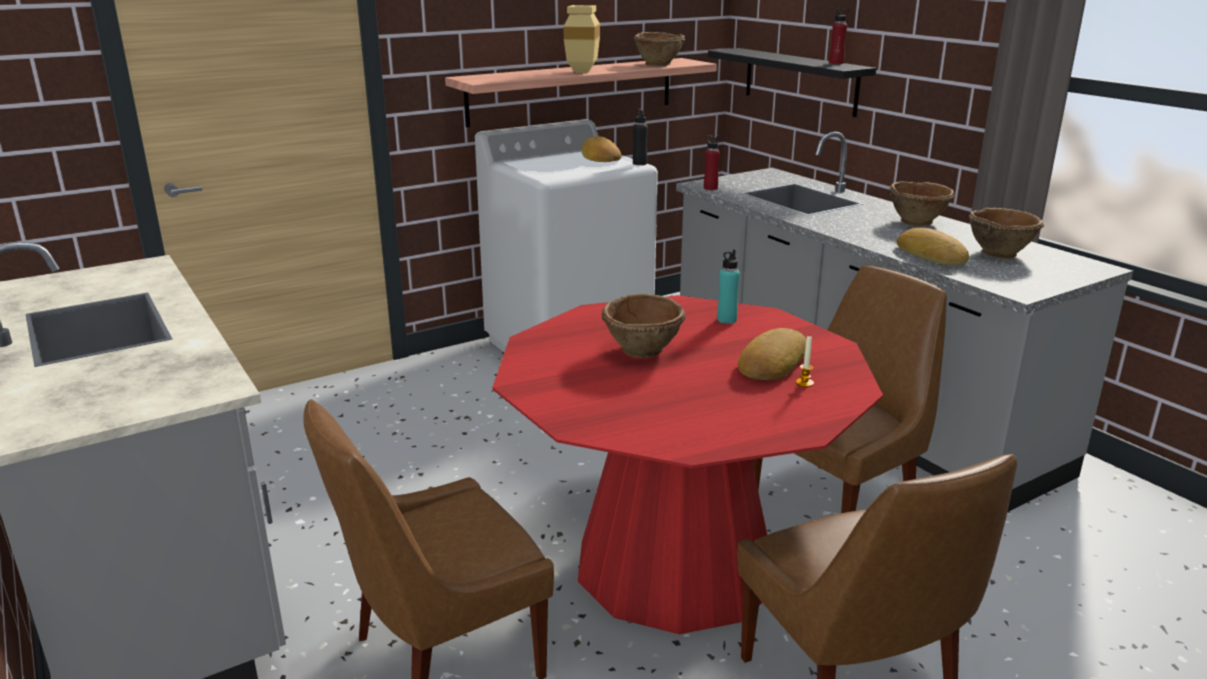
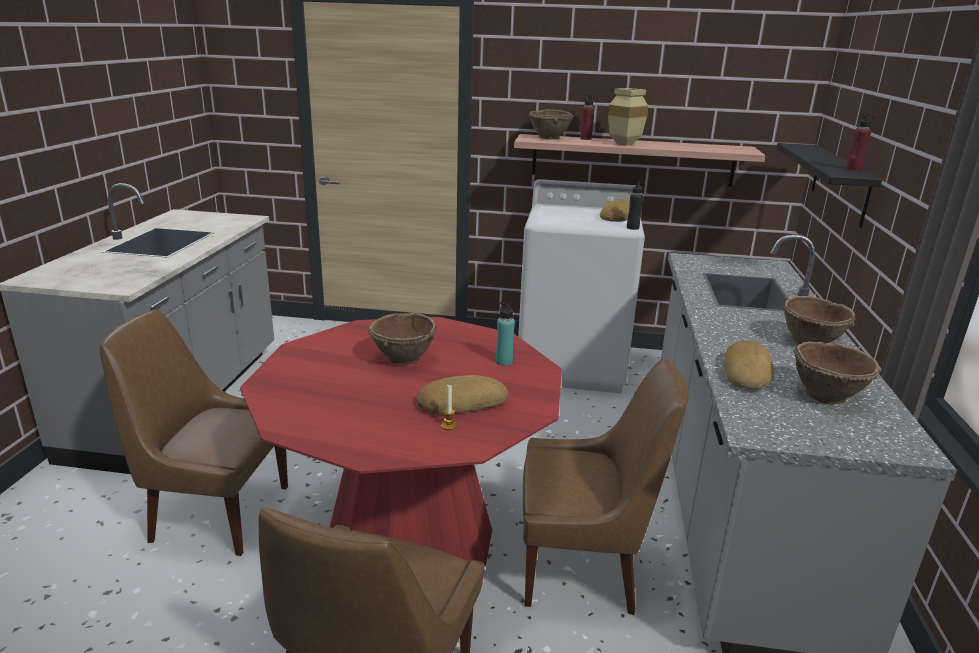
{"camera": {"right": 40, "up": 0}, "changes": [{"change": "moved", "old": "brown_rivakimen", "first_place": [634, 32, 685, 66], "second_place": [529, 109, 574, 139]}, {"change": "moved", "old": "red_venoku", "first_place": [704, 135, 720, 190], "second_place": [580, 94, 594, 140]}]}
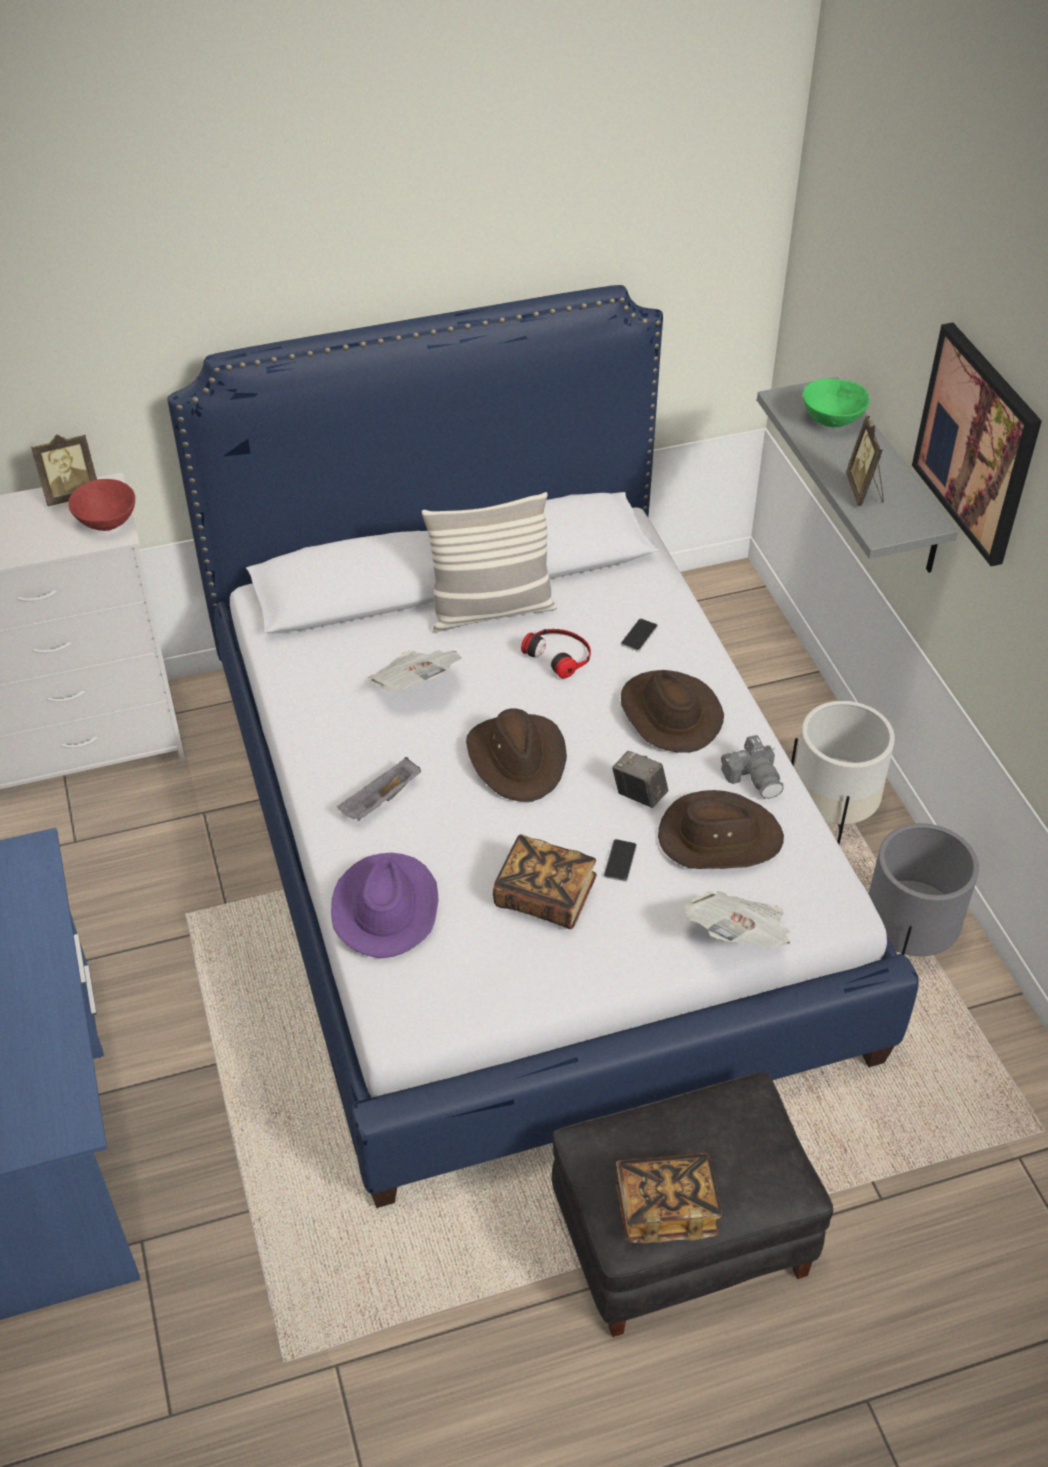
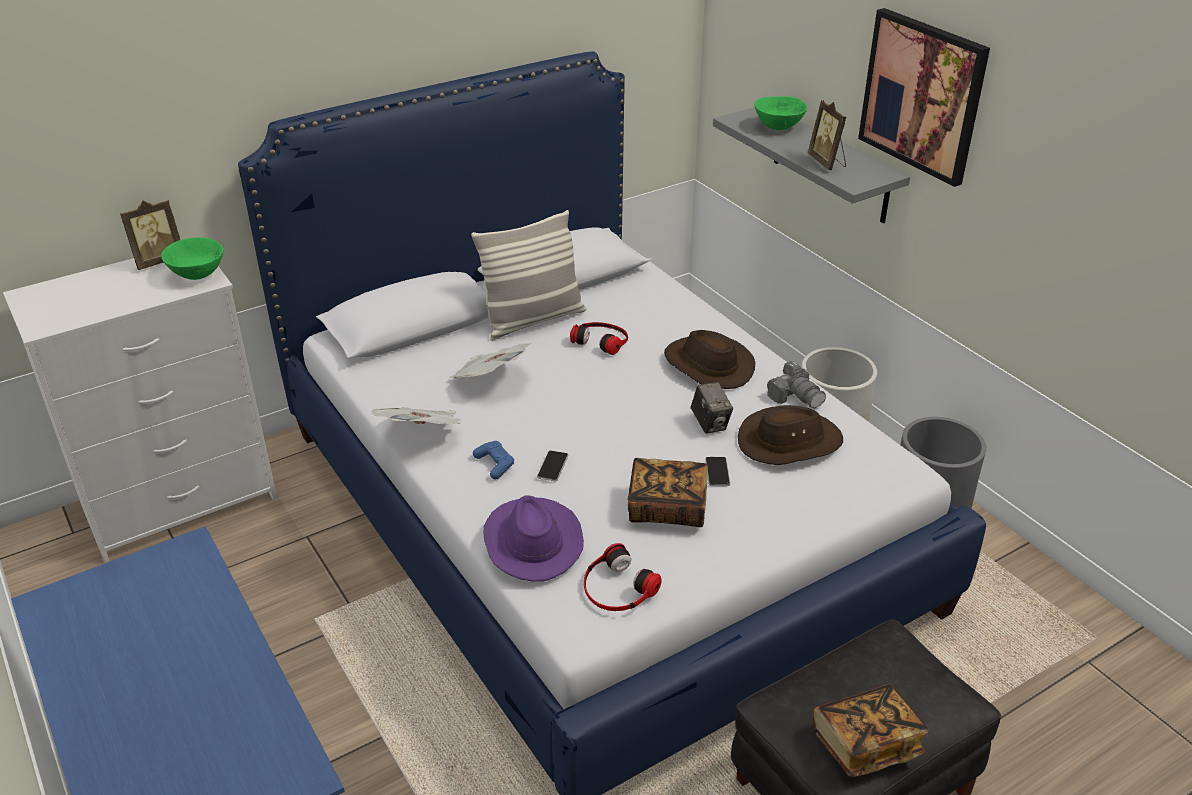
{"camera": {"right": -15, "up": -10}, "changes": [{"change": "recoloured", "old": "red_rivakimen", "new": "green_rivakimen", "first_place": [68, 479, 135, 531], "second_place": [161, 237, 223, 280]}, {"change": "moved", "old": "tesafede", "first_place": [684, 891, 790, 949], "second_place": [372, 407, 461, 424]}, {"change": "replaced", "old": "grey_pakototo", "new": "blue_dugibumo", "first_place": [337, 757, 421, 821], "second_place": [473, 441, 514, 479]}, {"change": "moved", "old": "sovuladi", "first_place": [621, 619, 658, 652], "second_place": [537, 451, 568, 481]}, {"change": "added", "new": "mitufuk", "second_place": [584, 543, 662, 611]}, {"change": "turned", "old": "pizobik", "first_place": [612, 751, 668, 808], "second_place": [691, 382, 733, 434], "degrees": -135}, {"change": "removed", "old": "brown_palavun", "first_place": [466, 708, 567, 802]}]}
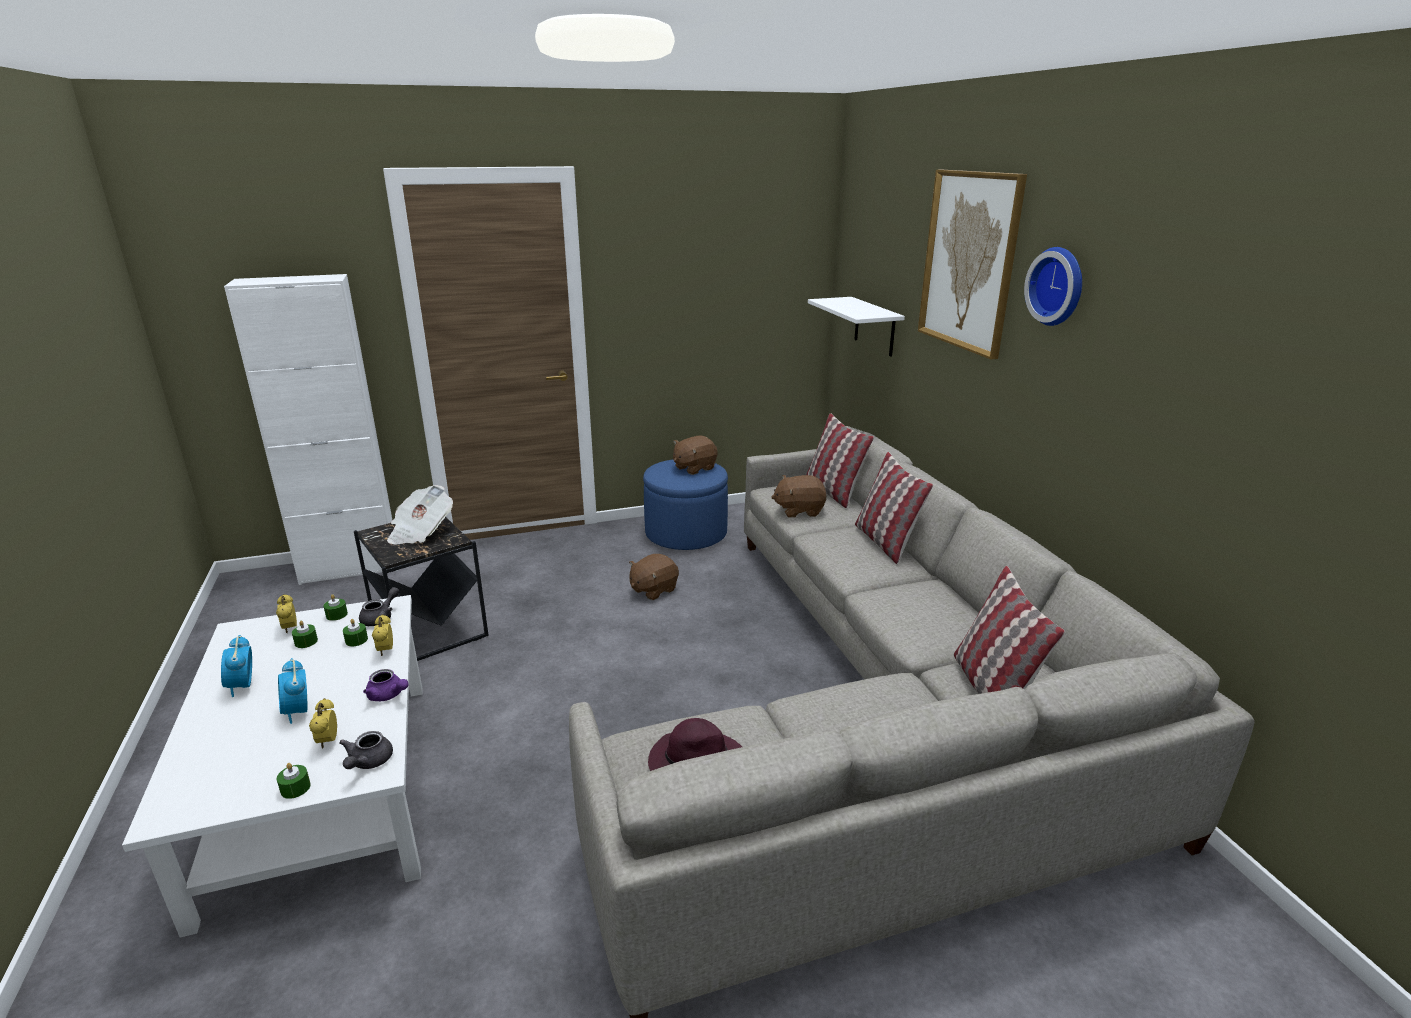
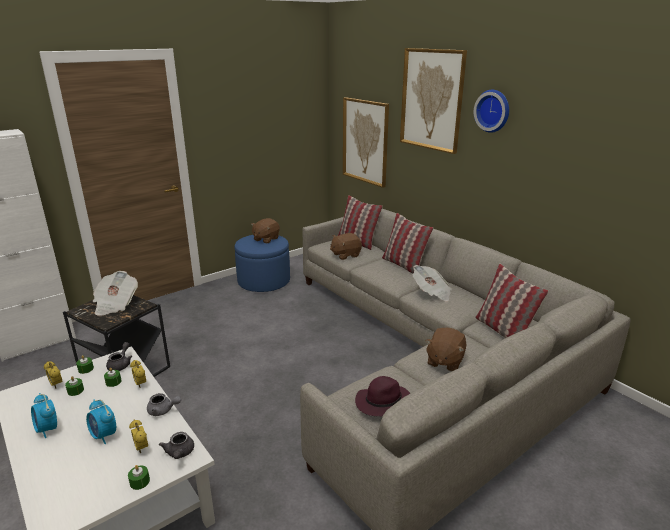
{"camera": {"right": -20, "up": 0}, "changes": [{"change": "recoloured", "old": "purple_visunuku", "new": "grey_visunuku", "first_place": [363, 669, 409, 701], "second_place": [147, 393, 181, 416]}, {"change": "replaced", "old": "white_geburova", "new": "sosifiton", "first_place": [808, 297, 905, 356], "second_place": [343, 97, 389, 188]}, {"change": "added", "new": "tesafede", "second_place": [413, 265, 452, 302]}, {"change": "moved", "old": "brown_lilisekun", "first_place": [629, 554, 679, 600], "second_place": [425, 328, 466, 371]}]}
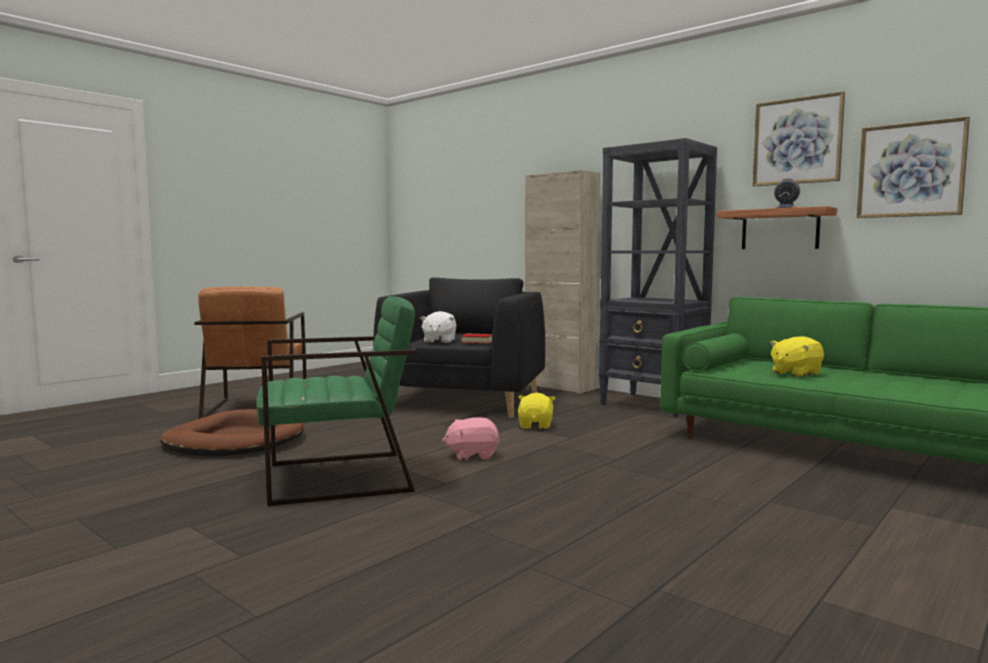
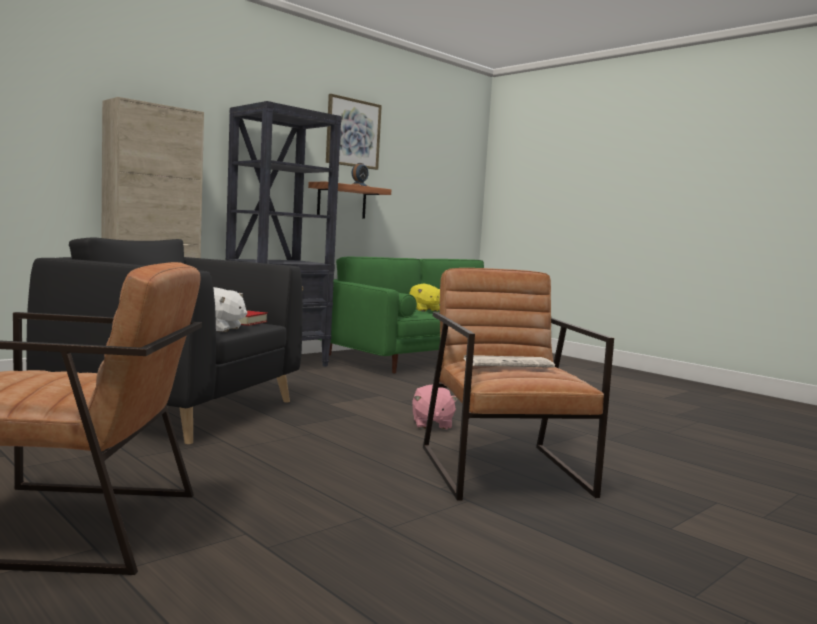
{"camera": {"right": -85, "up": 0}, "changes": [{"change": "recoloured", "old": "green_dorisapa", "new": "brown_dorisapa", "first_place": [256, 296, 417, 506], "second_place": [423, 268, 614, 501]}, {"change": "added", "new": "tesafede", "second_place": [464, 355, 555, 368]}, {"change": "removed", "old": "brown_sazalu", "first_place": [160, 409, 304, 456]}, {"change": "removed", "old": "yellow_lilisekun", "first_place": [518, 393, 555, 429]}, {"change": "removed", "old": "sosifiton", "first_place": [857, 116, 970, 218]}]}
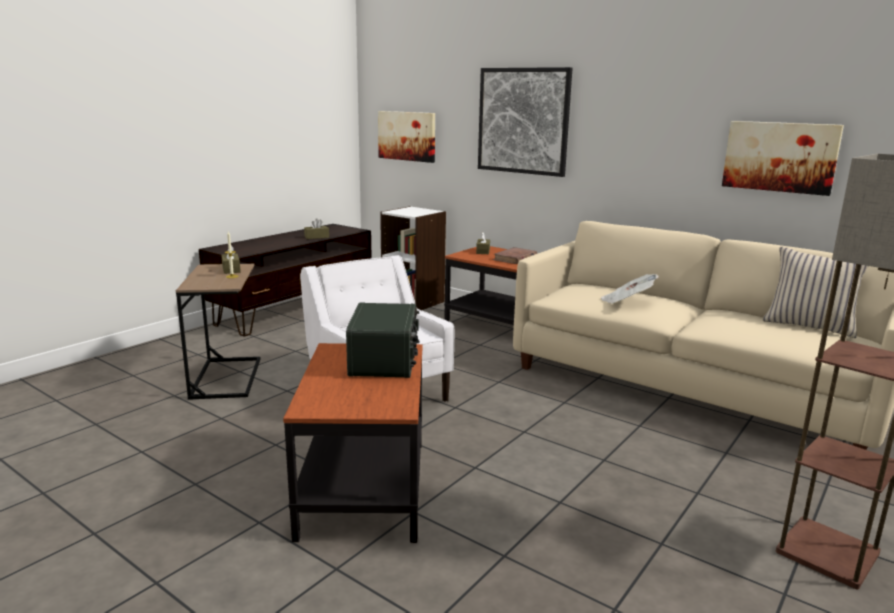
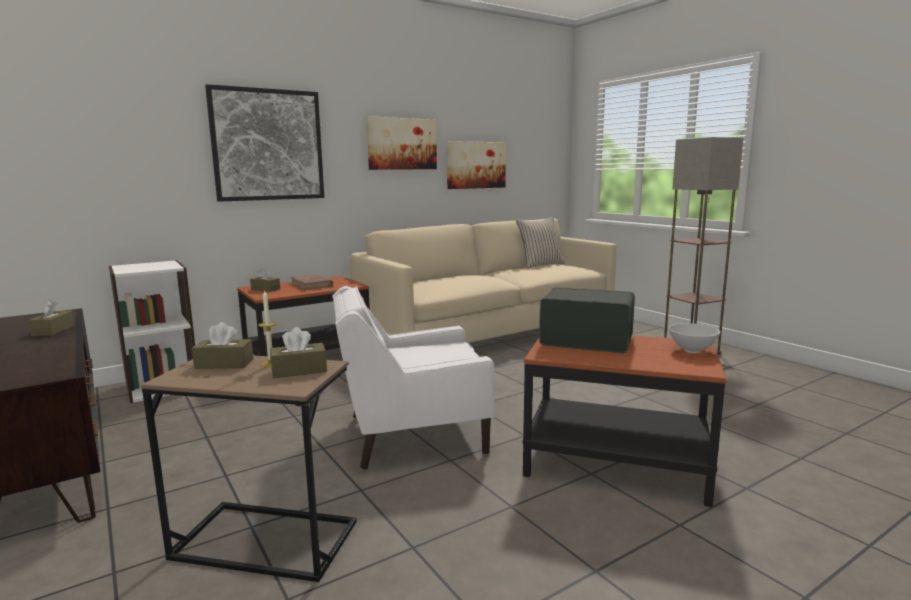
{"camera": {"right": -70, "up": -5}, "changes": [{"change": "added", "new": "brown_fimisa", "second_place": [270, 327, 327, 378]}, {"change": "moved", "old": "sosifiton", "first_place": [378, 111, 435, 163], "second_place": [367, 116, 437, 170]}, {"change": "added", "new": "white_rivakimen", "second_place": [669, 323, 720, 353]}, {"change": "removed", "old": "tesafede", "first_place": [600, 274, 659, 304]}]}
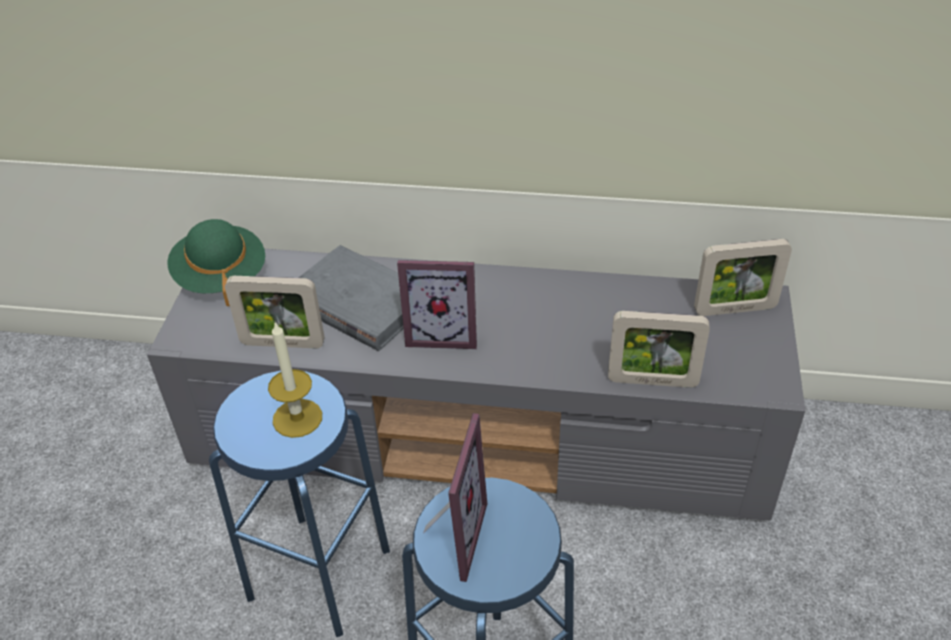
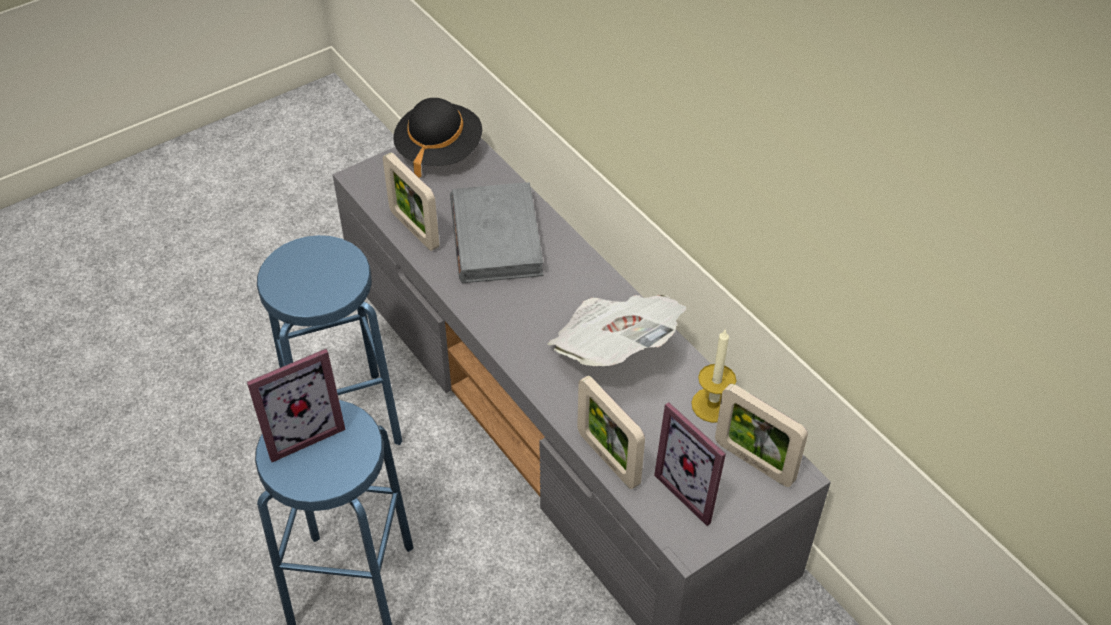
{"camera": {"right": 45, "up": 5}, "changes": [{"change": "recoloured", "old": "green_palavun", "new": "black_palavun", "first_place": [167, 219, 265, 306], "second_place": [393, 98, 482, 178]}, {"change": "added", "new": "tesafede", "second_place": [548, 295, 686, 366]}, {"change": "moved", "old": "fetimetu", "first_place": [397, 260, 477, 349], "second_place": [654, 402, 726, 526]}, {"change": "moved", "old": "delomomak", "first_place": [268, 322, 322, 438], "second_place": [691, 330, 736, 423]}]}
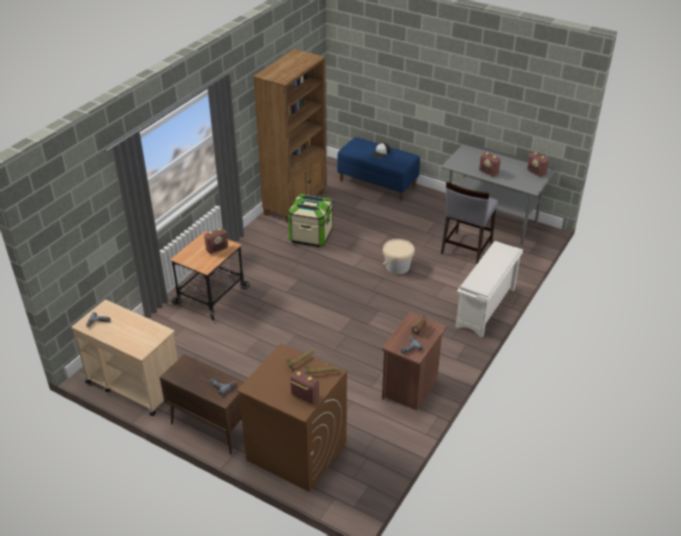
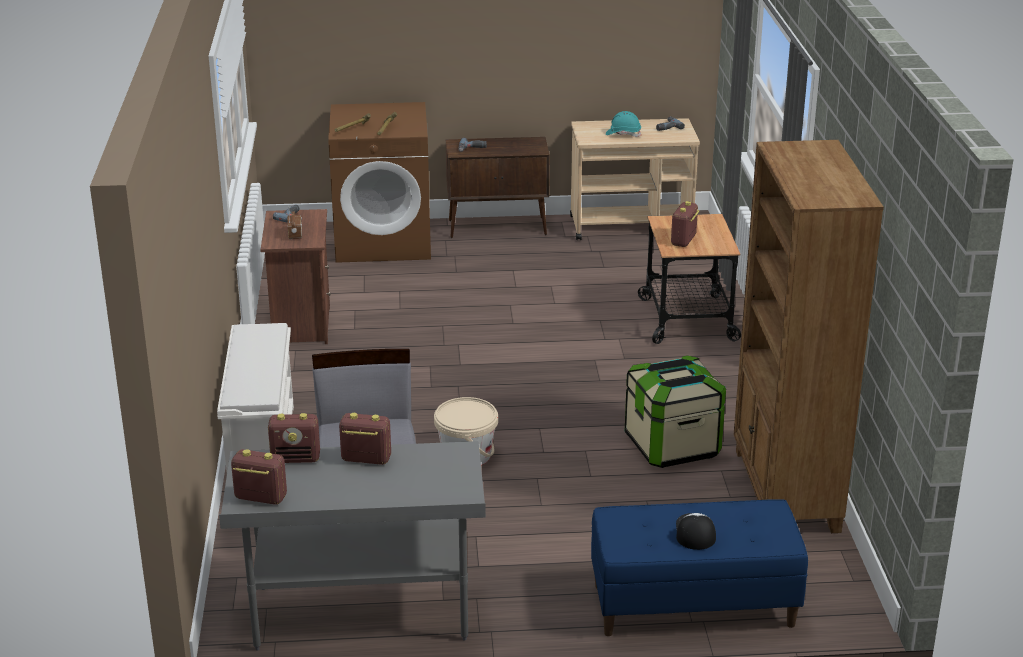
{"camera": {"right": 145, "up": -10}, "changes": [{"change": "moved", "old": "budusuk", "first_place": [290, 370, 319, 404], "second_place": [268, 413, 320, 463]}, {"change": "added", "new": "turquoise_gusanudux", "second_place": [606, 111, 642, 137]}]}
